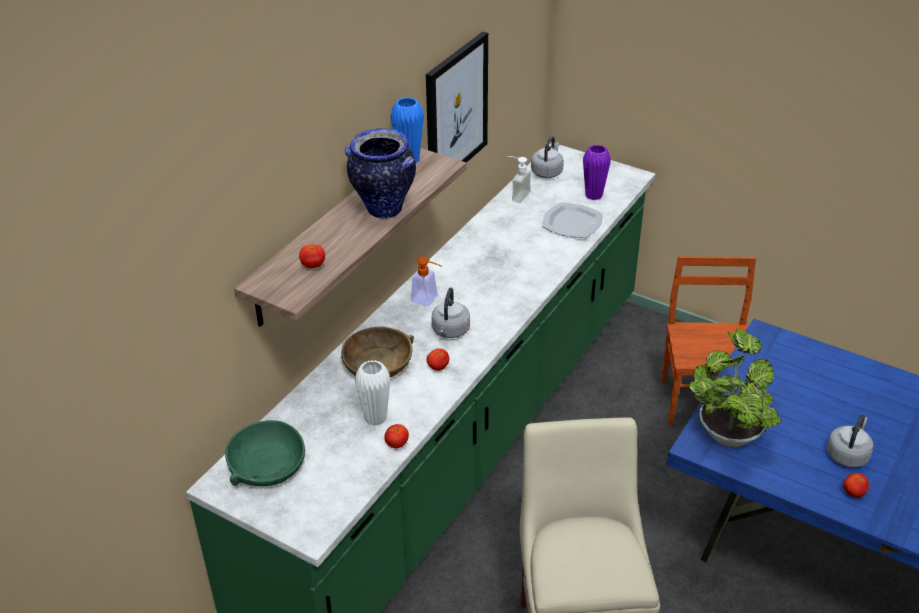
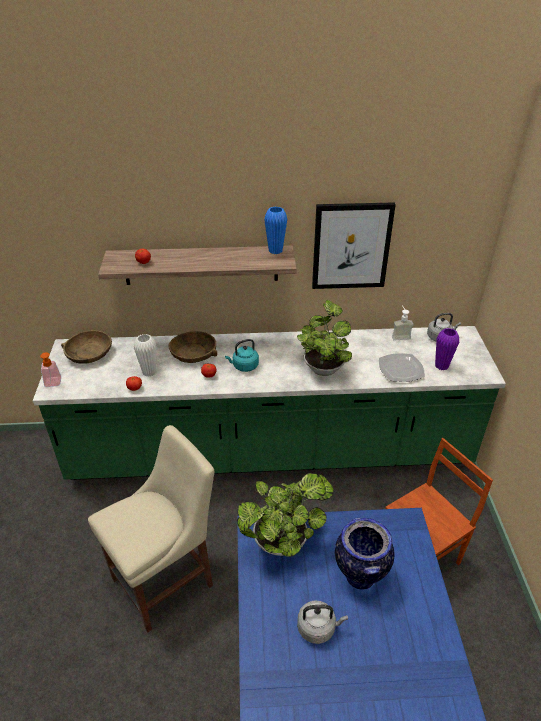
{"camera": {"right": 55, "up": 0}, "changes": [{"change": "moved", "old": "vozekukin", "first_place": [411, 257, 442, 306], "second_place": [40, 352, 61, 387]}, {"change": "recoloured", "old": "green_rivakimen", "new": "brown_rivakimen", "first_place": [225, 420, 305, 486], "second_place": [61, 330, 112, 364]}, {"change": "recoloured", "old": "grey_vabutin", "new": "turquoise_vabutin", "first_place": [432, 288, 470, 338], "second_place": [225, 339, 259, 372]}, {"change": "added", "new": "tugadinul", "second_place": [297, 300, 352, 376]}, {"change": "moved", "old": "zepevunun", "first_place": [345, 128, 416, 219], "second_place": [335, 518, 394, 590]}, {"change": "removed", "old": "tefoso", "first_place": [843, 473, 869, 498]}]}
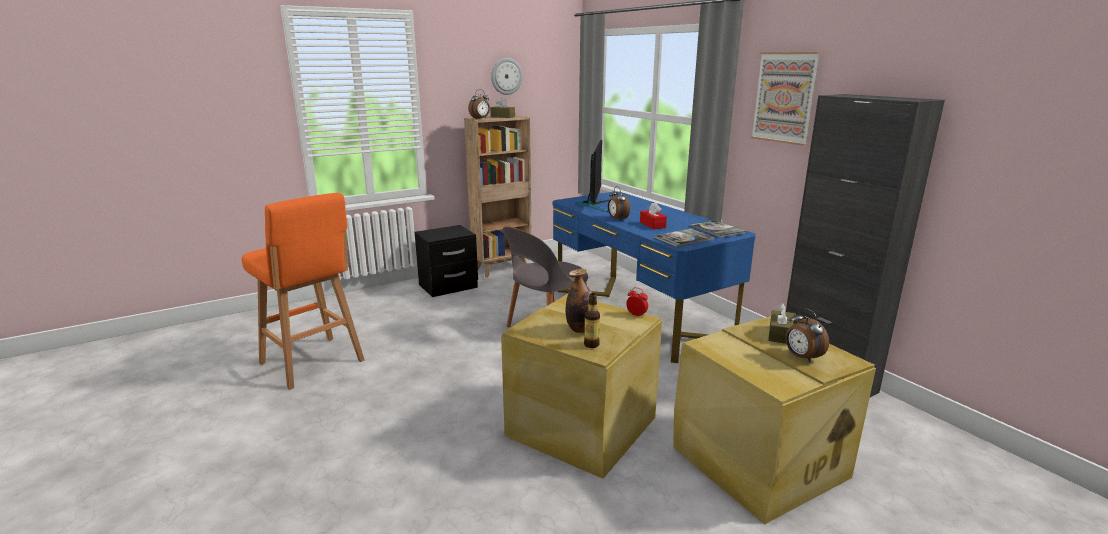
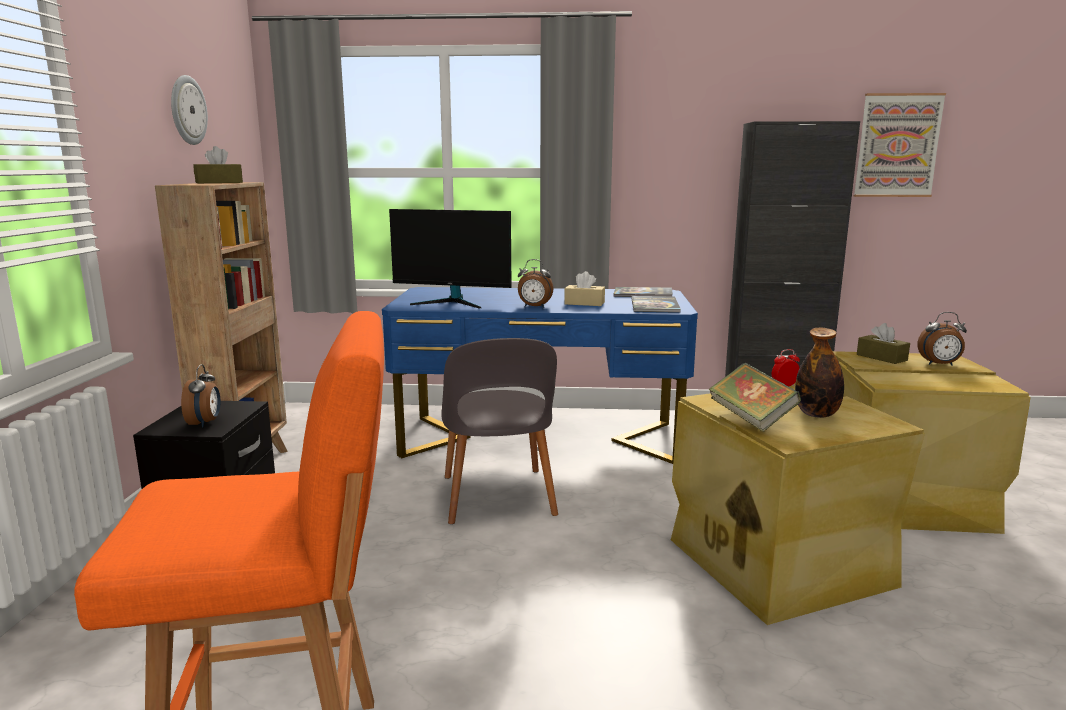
{"camera": {"right": -55, "up": -5}, "changes": [{"change": "moved", "old": "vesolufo", "first_place": [468, 89, 490, 119], "second_place": [181, 364, 220, 428]}, {"change": "turned", "old": "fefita", "first_place": [575, 140, 609, 212], "second_place": [389, 209, 512, 309], "degrees": 150}, {"change": "recoloured", "old": "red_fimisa", "new": "beige_fimisa", "first_place": [640, 202, 667, 229], "second_place": [564, 271, 605, 306]}, {"change": "added", "new": "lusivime", "second_place": [708, 363, 801, 432]}, {"change": "moved", "old": "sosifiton", "first_place": [751, 52, 820, 146], "second_place": [854, 93, 946, 197]}, {"change": "removed", "old": "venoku", "first_place": [584, 293, 600, 348]}]}
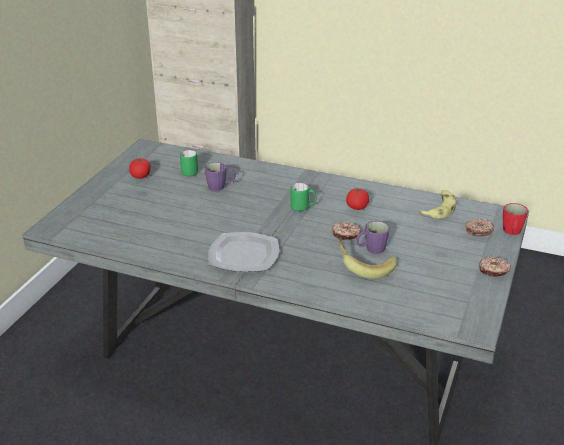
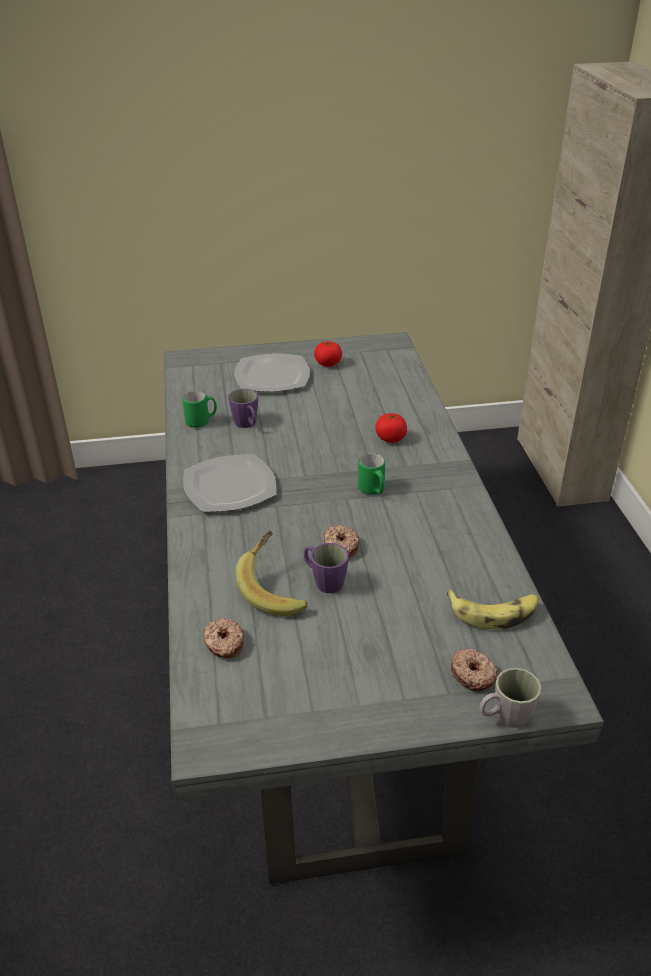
{"camera": {"right": 60, "up": 5}, "changes": [{"change": "moved", "old": "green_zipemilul", "first_place": [180, 150, 198, 176], "second_place": [182, 391, 217, 428]}, {"change": "moved", "old": "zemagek", "first_place": [479, 257, 511, 277], "second_place": [204, 618, 244, 658]}, {"change": "moved", "old": "purple_zipemilul", "first_place": [204, 162, 235, 191], "second_place": [228, 389, 258, 428]}, {"change": "added", "new": "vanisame", "second_place": [234, 354, 310, 392]}, {"change": "moved", "old": "tefoso", "first_place": [346, 188, 369, 210], "second_place": [376, 413, 407, 443]}, {"change": "recoloured", "old": "red_zipemilul", "new": "grey_zipemilul", "first_place": [503, 203, 528, 235], "second_place": [480, 668, 542, 728]}]}
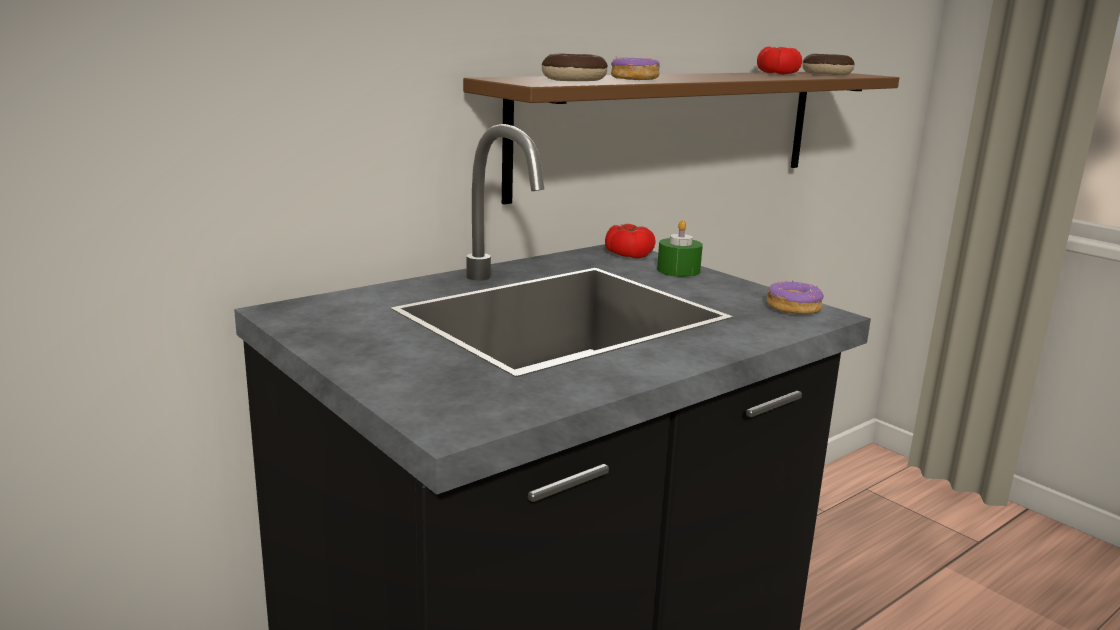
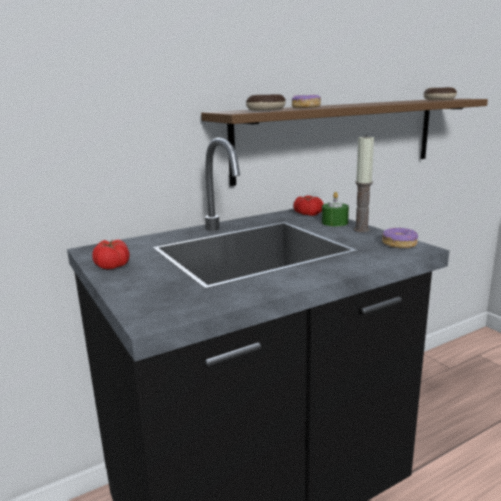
{"camera": {"right": 10, "up": 0}, "changes": [{"change": "moved", "old": "tefoso", "first_place": [757, 46, 802, 75], "second_place": [92, 239, 130, 269]}, {"change": "added", "new": "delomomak", "second_place": [354, 134, 374, 232]}]}
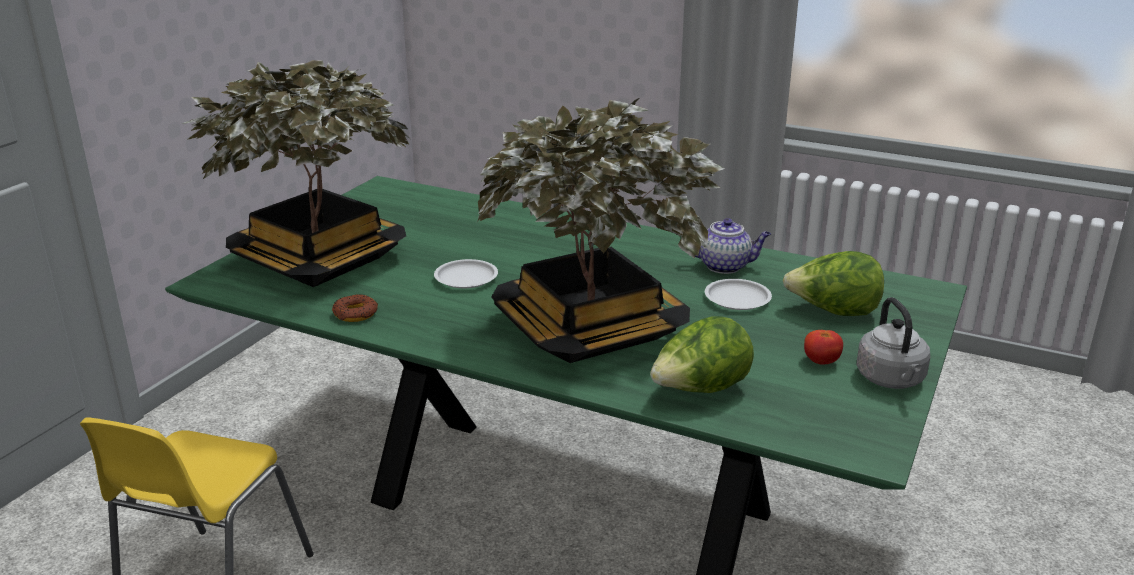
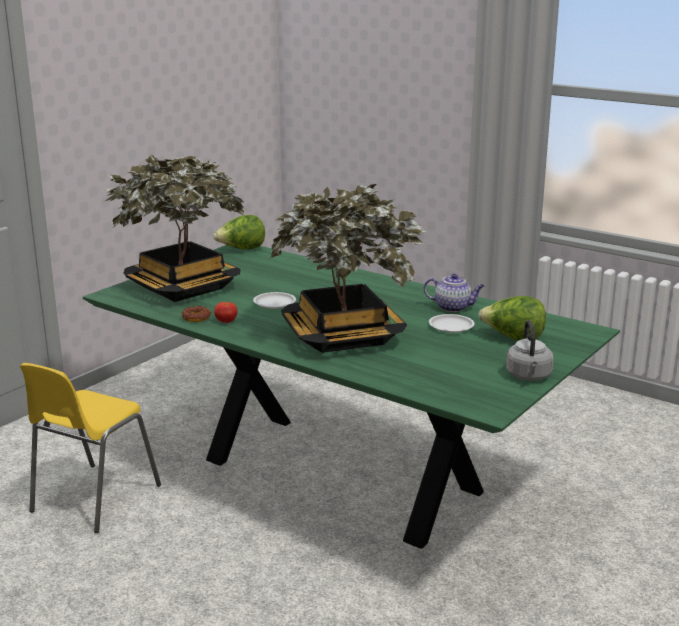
{"camera": {"right": 10, "up": -5}, "changes": [{"change": "moved", "old": "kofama", "first_place": [650, 317, 754, 393], "second_place": [213, 215, 265, 250]}, {"change": "moved", "old": "tefoso", "first_place": [804, 330, 843, 365], "second_place": [214, 302, 238, 323]}]}
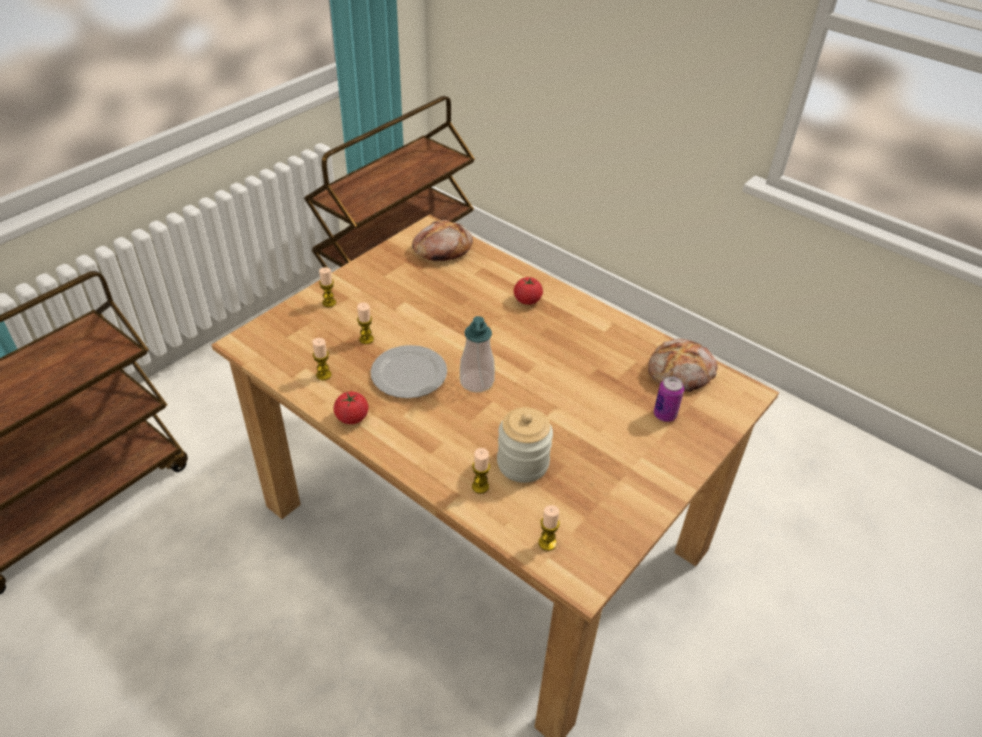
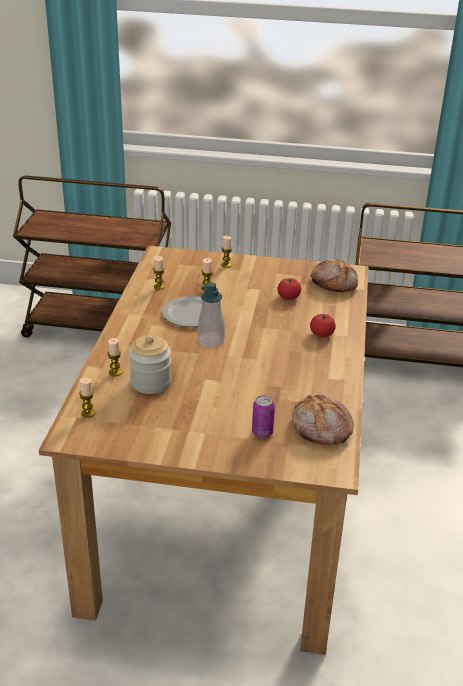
{"camera": {"right": 60, "up": -10}, "changes": [{"change": "moved", "old": "tefoso", "first_place": [334, 392, 368, 424], "second_place": [277, 278, 301, 300]}]}
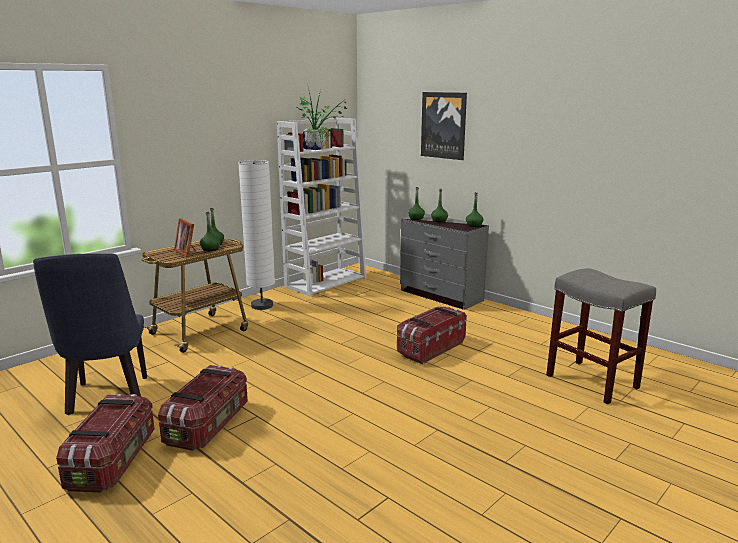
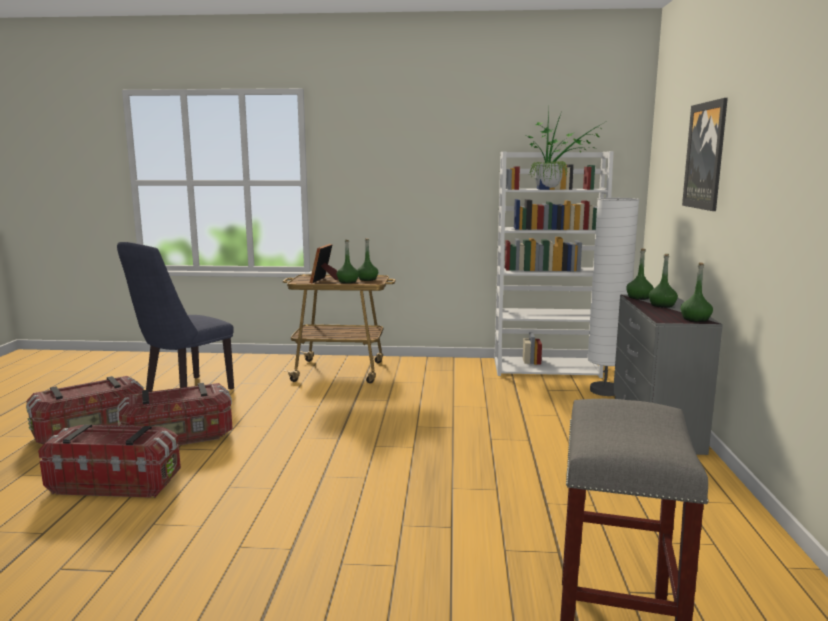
{"camera": {"right": 50, "up": -5}, "changes": [{"change": "moved", "old": "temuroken", "first_place": [397, 306, 467, 364], "second_place": [38, 424, 181, 498]}, {"change": "moved", "old": "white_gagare", "first_place": [238, 160, 275, 310], "second_place": [587, 198, 639, 396]}]}
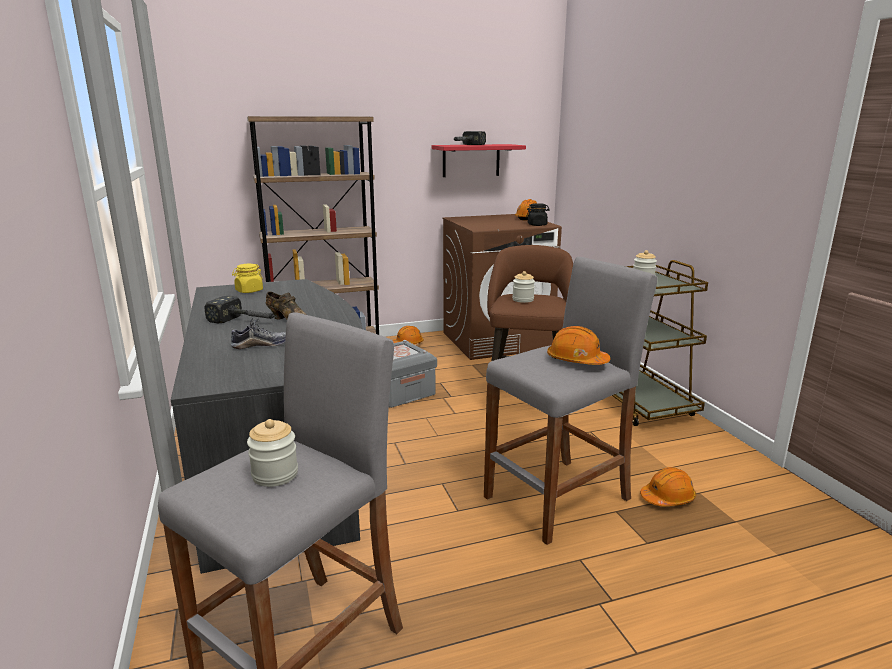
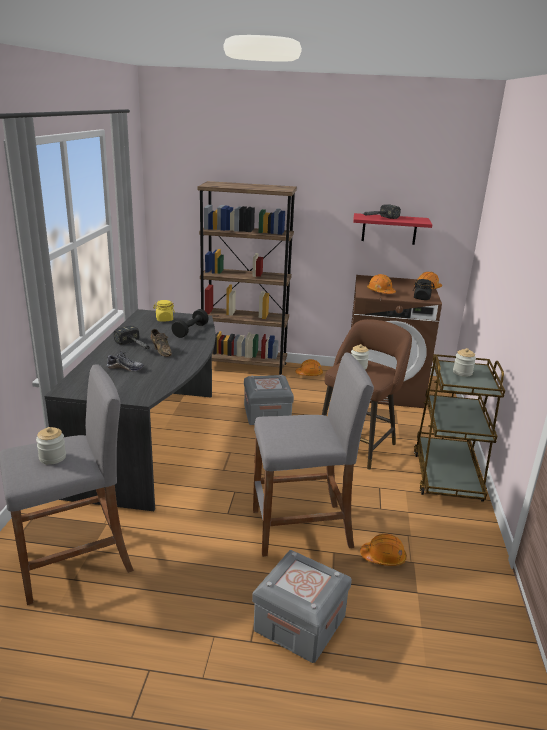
{"camera": {"right": 25, "up": 5}, "changes": [{"change": "added", "new": "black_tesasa", "second_place": [172, 309, 209, 338]}, {"change": "added", "new": "grey_temuroken", "second_place": [252, 550, 352, 663]}, {"change": "moved", "old": "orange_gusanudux", "first_place": [547, 326, 611, 365], "second_place": [367, 274, 396, 294]}]}
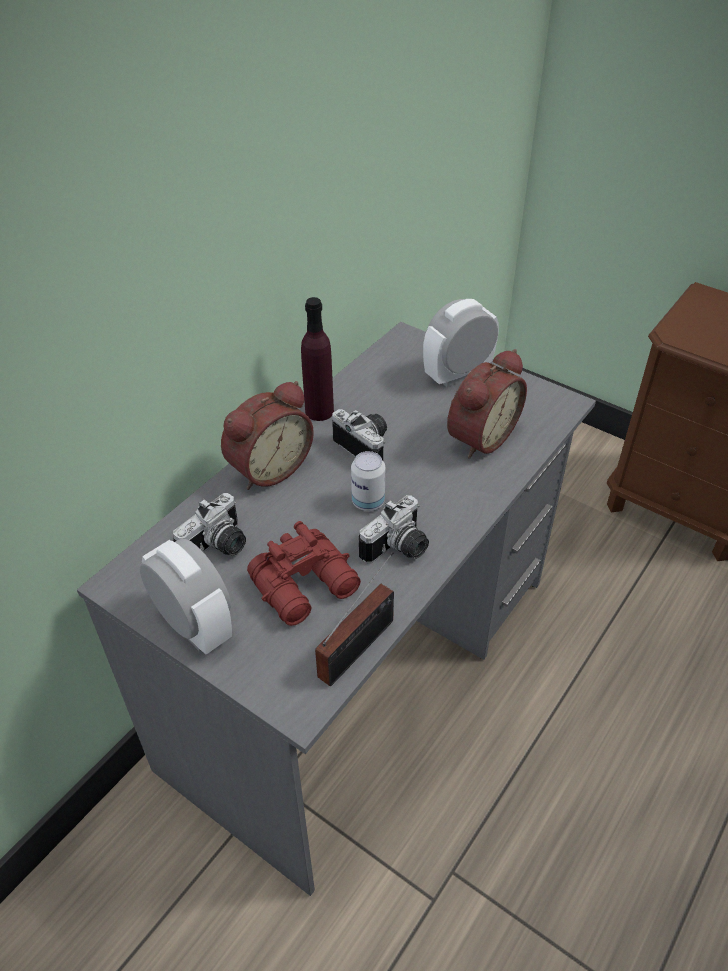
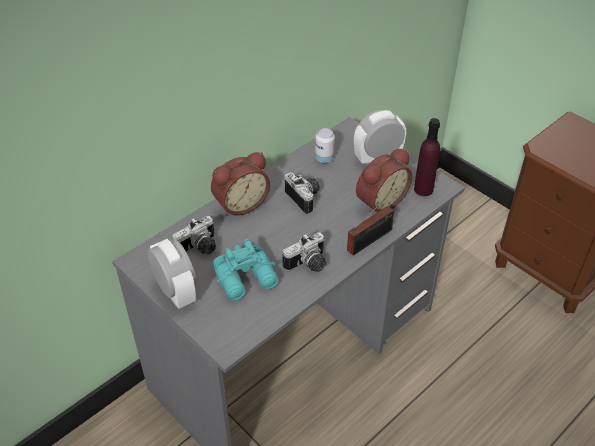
{"camera": {"right": 10, "up": 0}, "changes": [{"change": "recoloured", "old": "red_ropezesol", "new": "turquoise_ropezesol", "first_place": [247, 521, 361, 626], "second_place": [213, 239, 279, 300]}, {"change": "moved", "old": "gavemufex", "first_place": [351, 451, 385, 511], "second_place": [315, 128, 335, 163]}, {"change": "moved", "old": "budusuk", "first_place": [315, 552, 394, 686], "second_place": [347, 188, 397, 255]}, {"change": "moved", "old": "purple_venoku", "first_place": [301, 297, 334, 421], "second_place": [414, 118, 440, 196]}]}
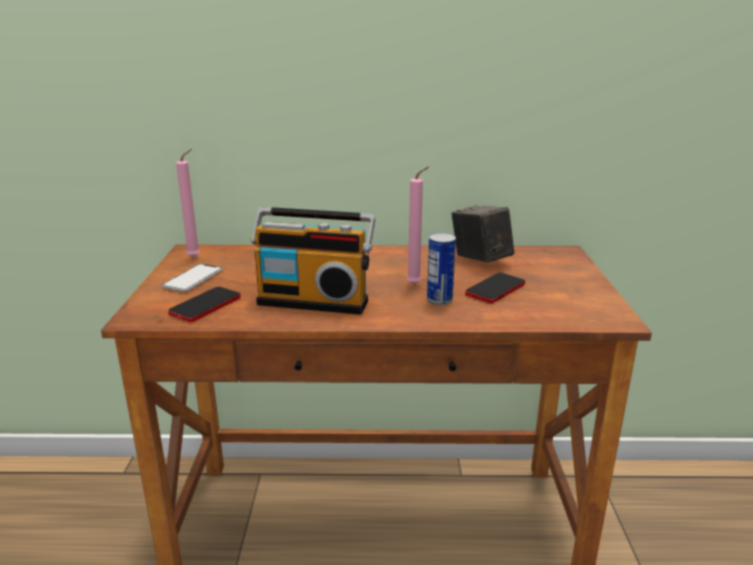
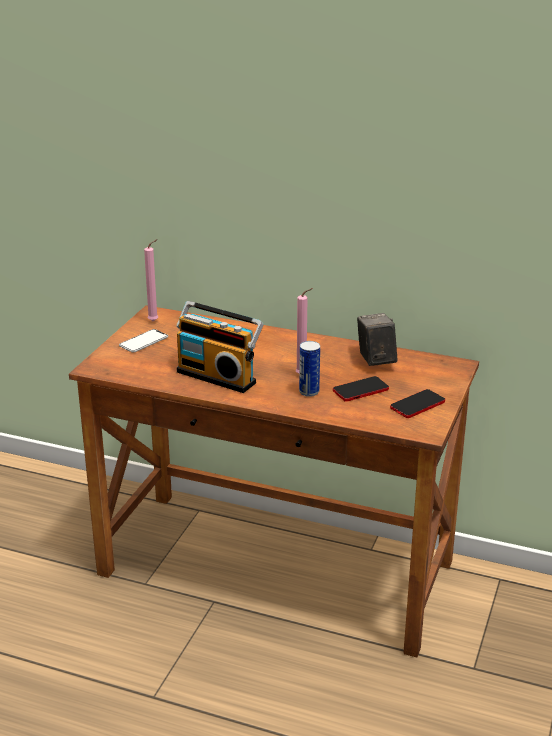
{"camera": {"right": 20, "up": 5}, "changes": [{"change": "moved", "old": "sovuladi", "first_place": [168, 287, 241, 322], "second_place": [390, 389, 445, 418]}]}
